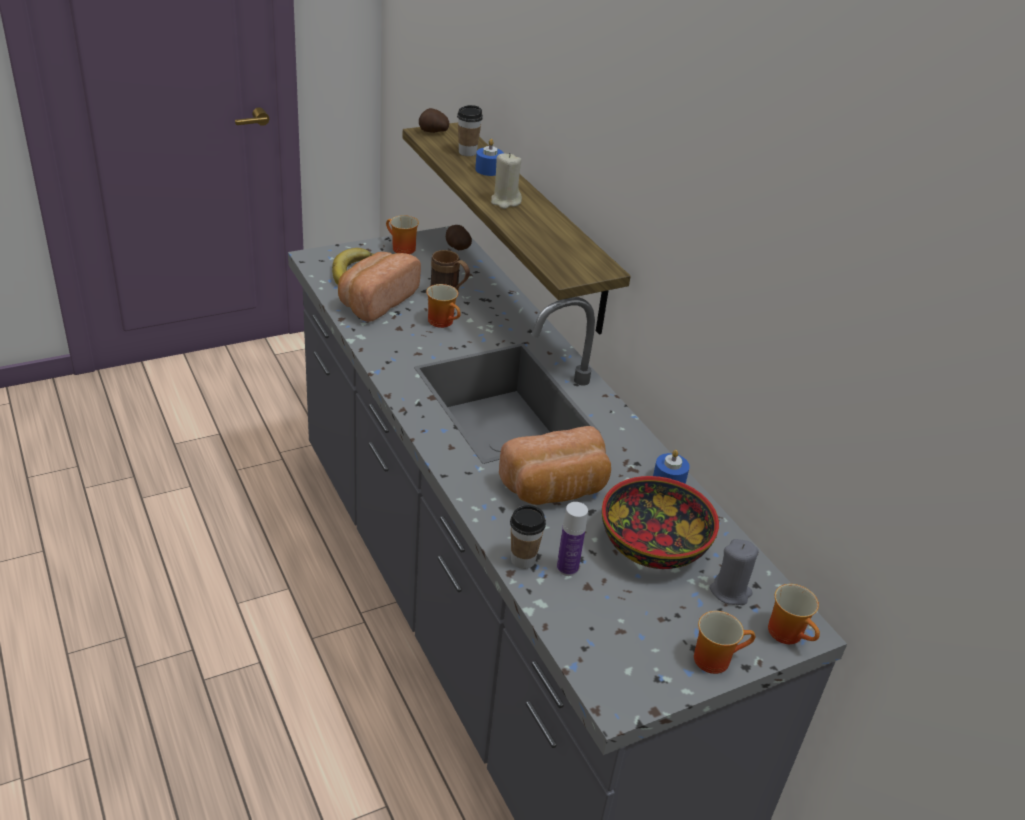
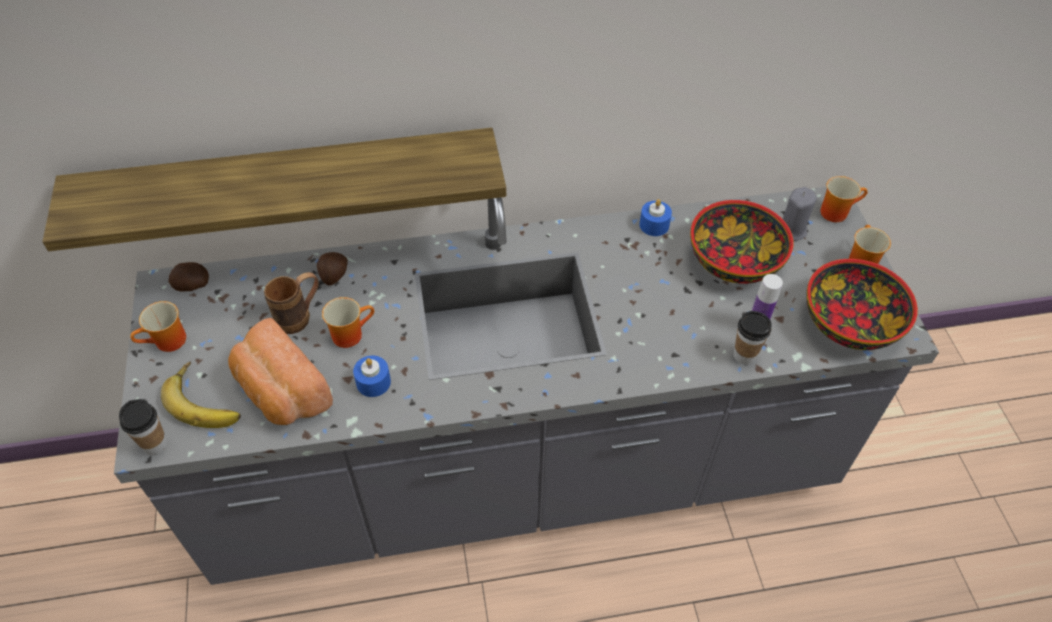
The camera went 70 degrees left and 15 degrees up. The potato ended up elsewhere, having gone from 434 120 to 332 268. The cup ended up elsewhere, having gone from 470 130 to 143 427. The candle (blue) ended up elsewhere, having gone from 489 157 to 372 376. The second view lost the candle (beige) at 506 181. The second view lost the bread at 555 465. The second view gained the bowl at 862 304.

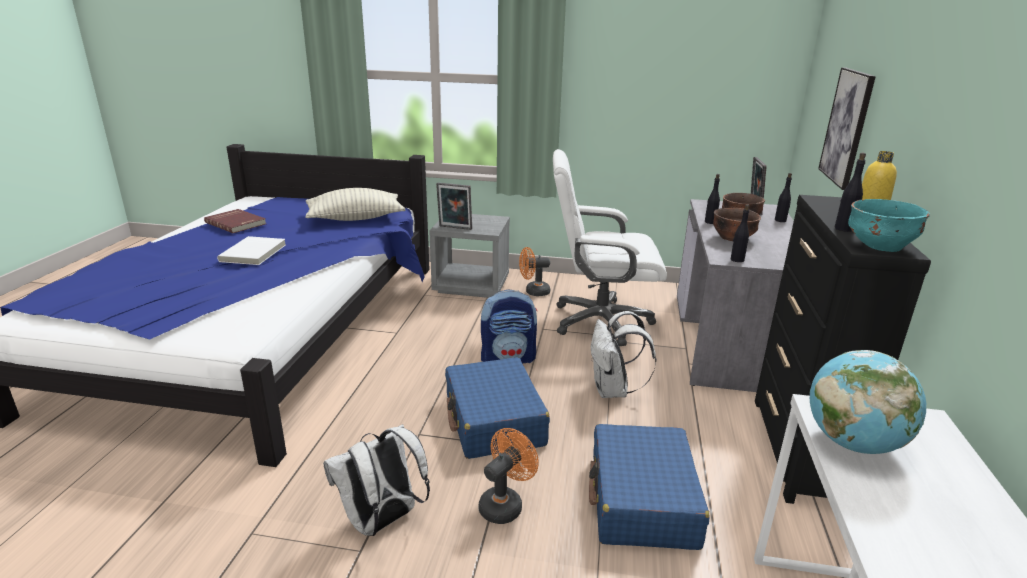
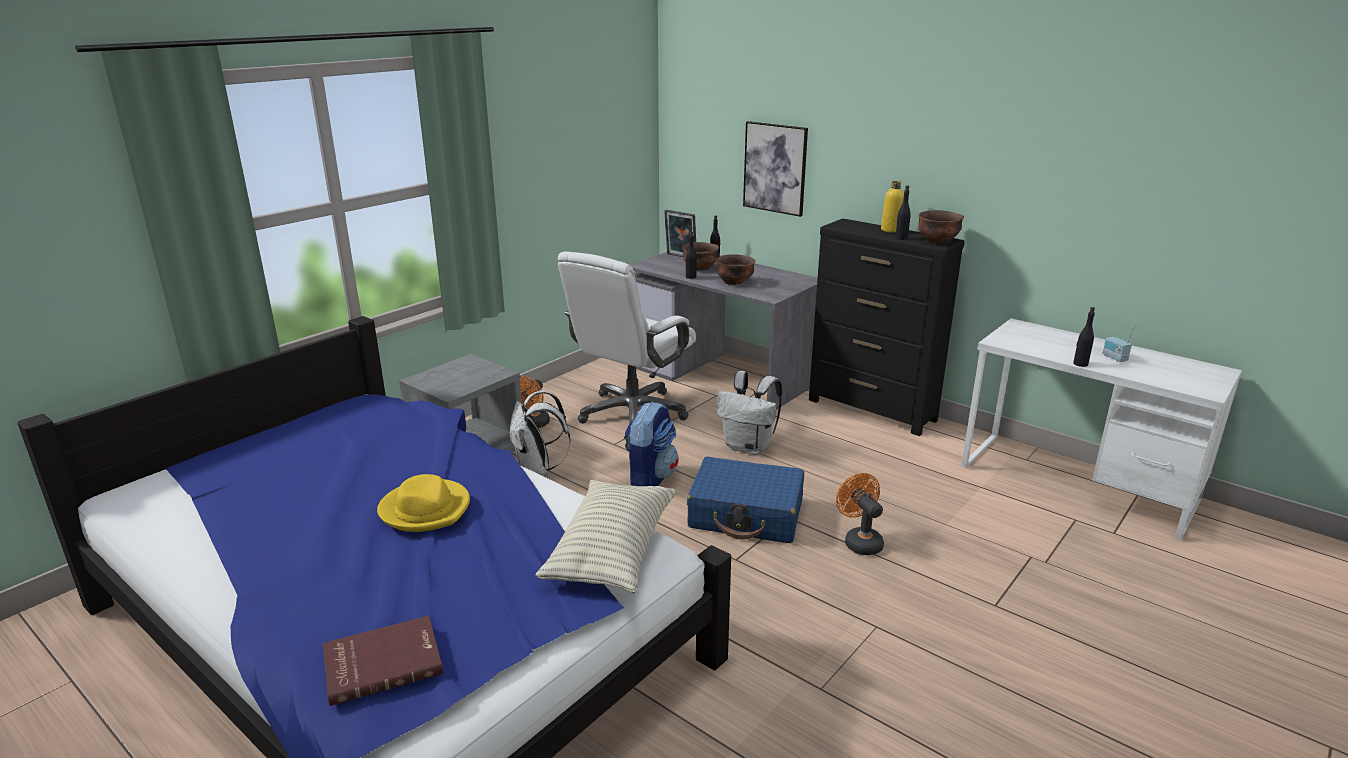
The camera went 60 degrees left and 0 degrees up. The book (red) ended up elsewhere, having gone from 235 221 to 383 660. Where the book (white) stood at 251 250, the hat (yellow) came to stand at 423 503. The pillow ended up elsewhere, having gone from 355 204 to 606 537. The backpack (white) ended up elsewhere, having gone from 376 480 to 540 432. The second view lost the picture frame at 454 206. The second view lost the suitcase (blue) at 649 487. The bottle (black) ended up elsewhere, having gone from 740 233 to 1084 337. The second view lost the globe at 868 402. What was the bowl (turquoise) at 889 225 turned into the bowl (brown) at 941 226. The second view gained the radio at 1119 343.

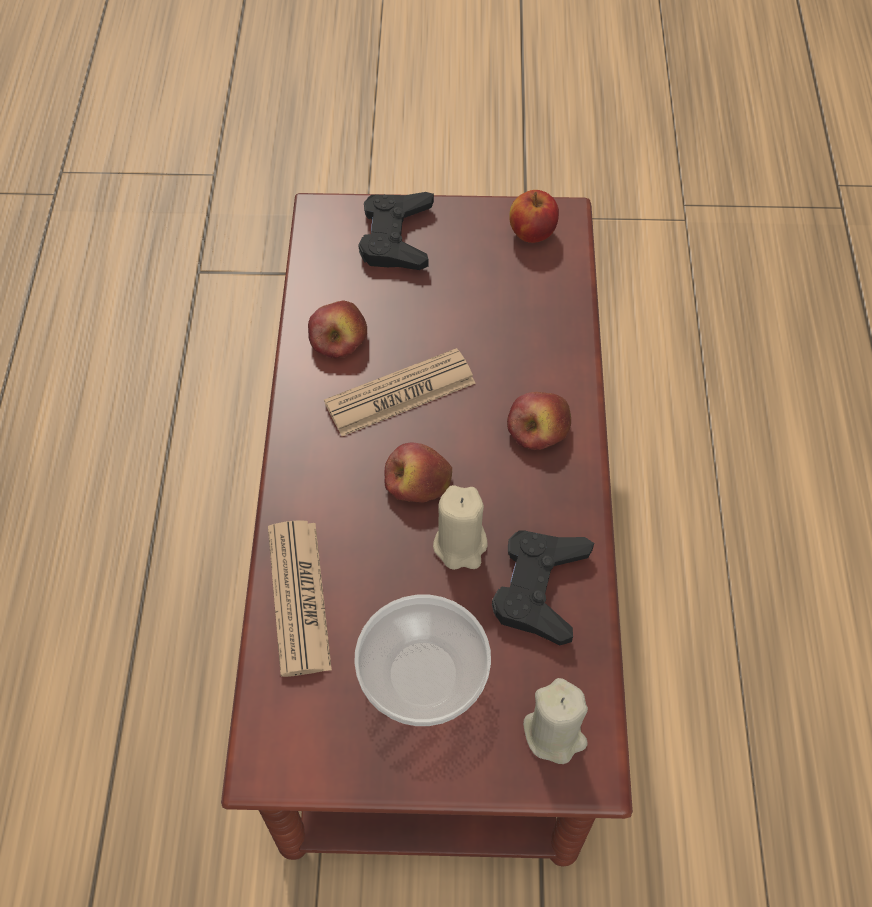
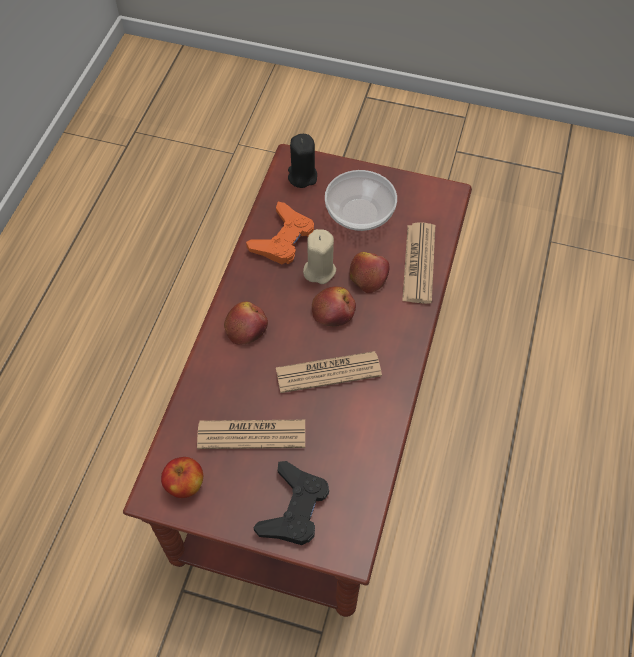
The camera went 165 degrees left and 0 degrees up. The apple ended up elsewhere, having gone from 337 329 to 369 272. What was the game controller (black) at 543 588 turned into the game controller (orange) at 280 233. What was the candle (beige) at 555 721 turned into the candle (black) at 302 161. The second view gained the newspaper at 251 434.

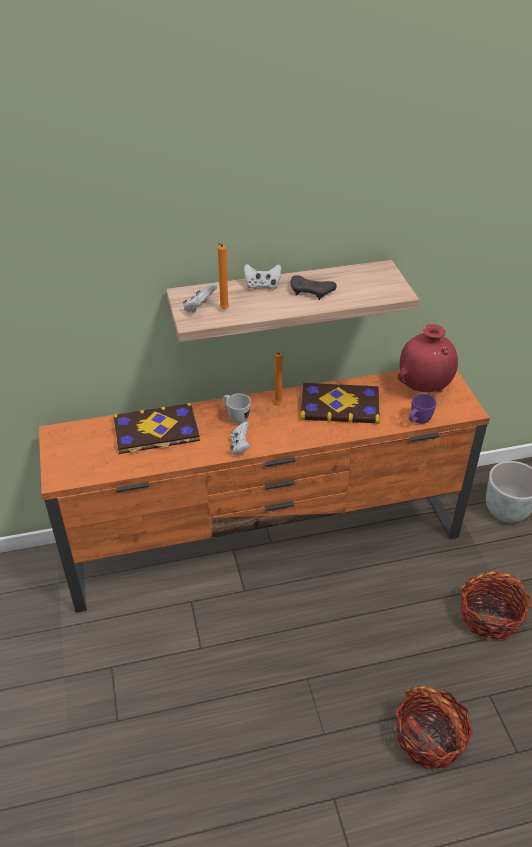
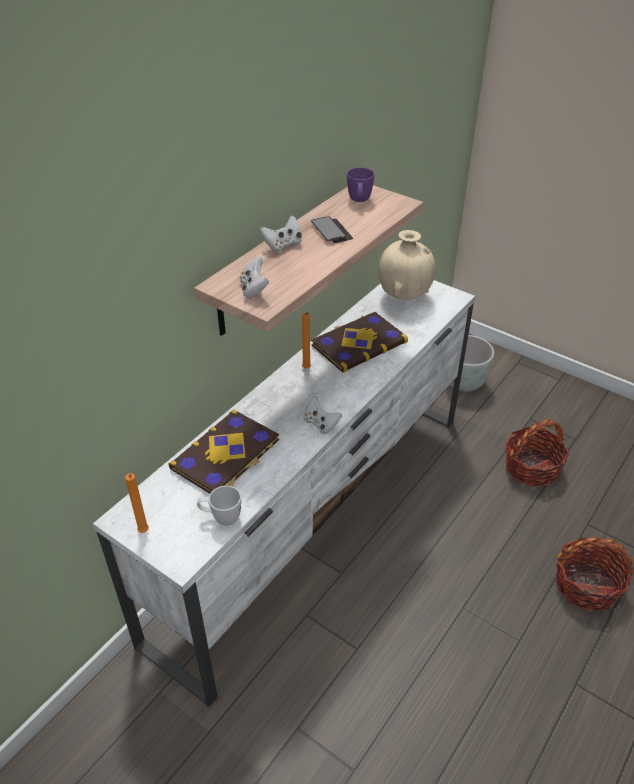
The camera went 40 degrees left and 0 degrees up. What was the tv stand (orange) at 264 491 turned into the tv stand (white) at 284 493. The candle (orange) ended up elsewhere, having gone from 223 276 to 137 503. The mug (white) ended up elsewhere, having gone from 237 409 to 219 506. Where the game controller (grey) stood at 314 287, the phone came to stand at 332 229. What was the vase (red) at 428 358 turned into the vase (beige) at 407 265. The mug (purple) ended up elsewhere, having gone from 423 408 to 361 184.

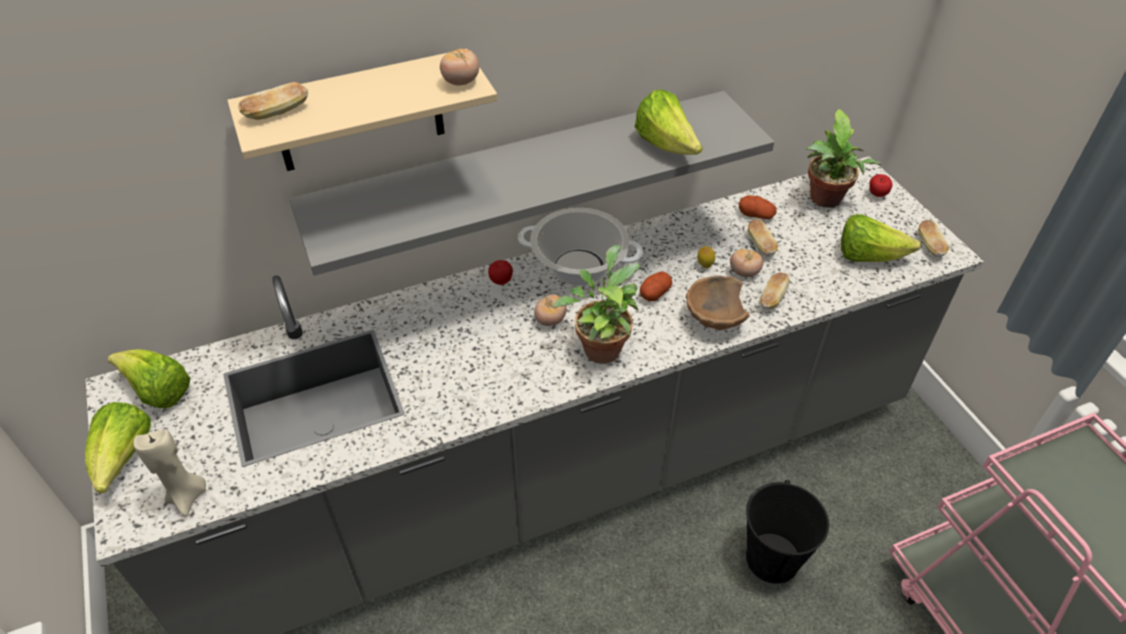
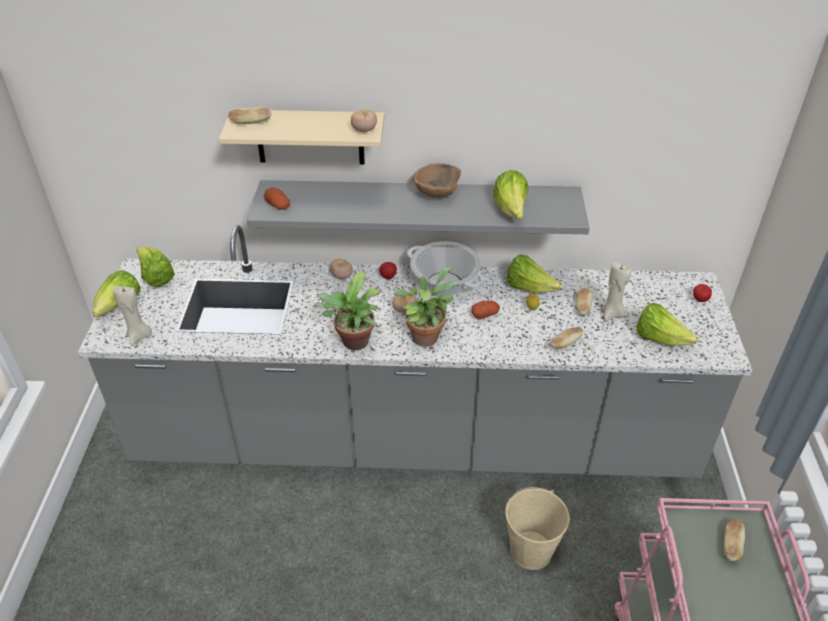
The camera went 25 degrees right and 5 degrees down. The bowl (brown) ended up elsewhere, having gone from 718 302 to 437 180. The tomato ended up elsewhere, having gone from 746 263 to 341 269. The potato ended up elsewhere, having gone from 758 207 to 277 198. What was the bucket (black) at 787 532 turned into the bucket (beige) at 537 528. The potted plant ended up elsewhere, having gone from 843 158 to 346 311. The bread ended up elsewhere, having gone from 933 238 to 734 540. The second view gained the lettuce at 534 274. The second view gained the candle (beige) at 616 291.

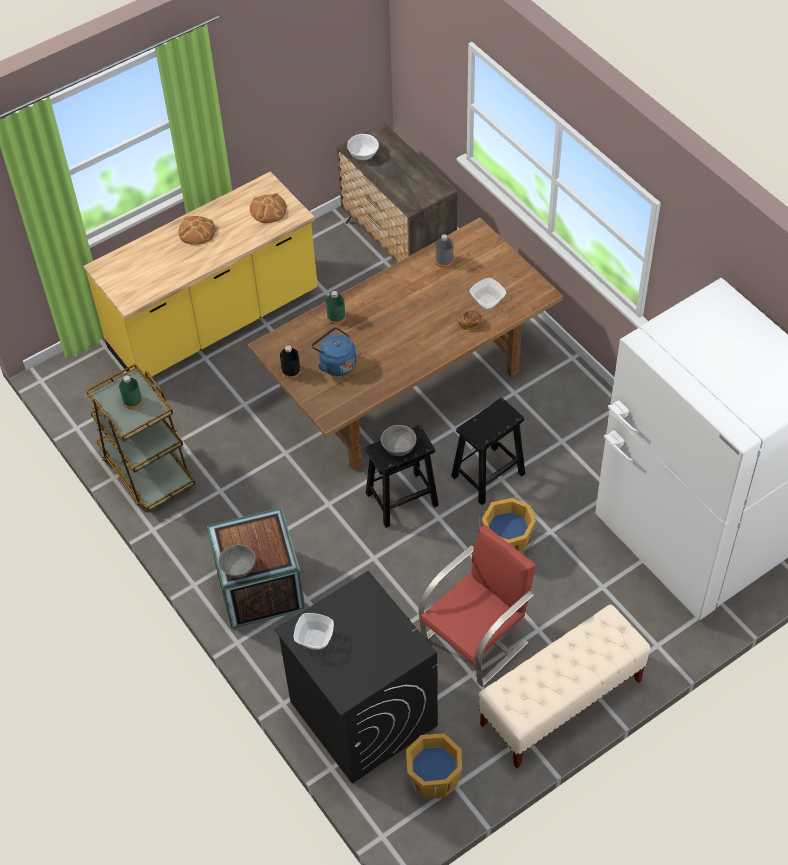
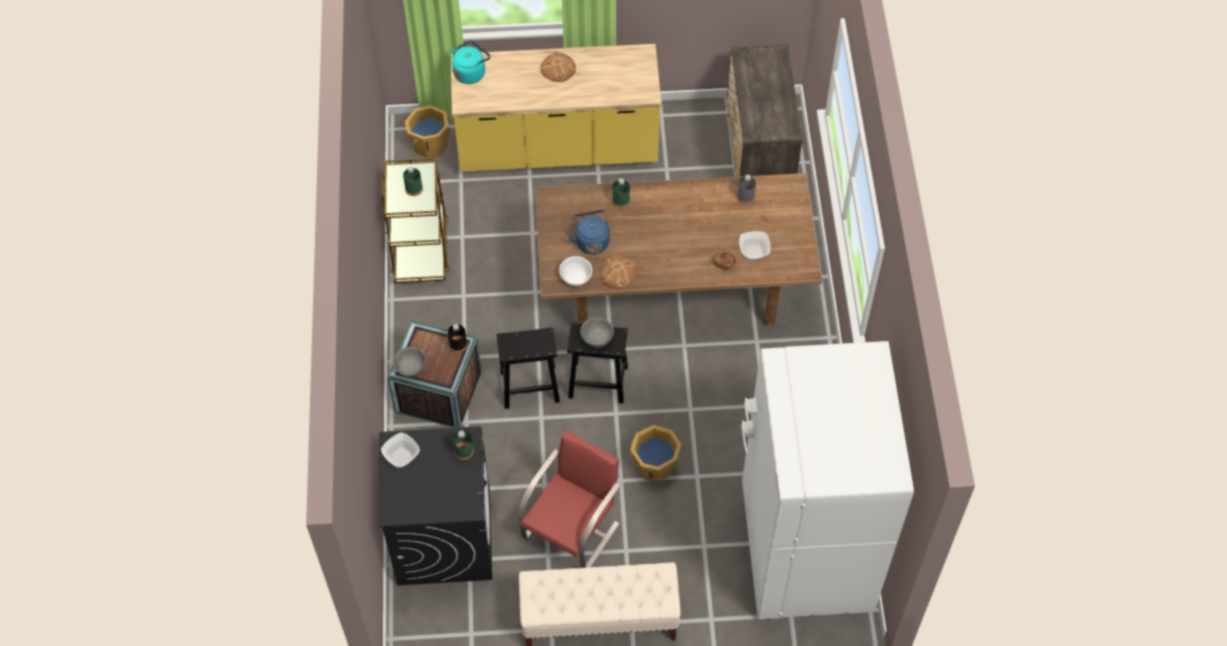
The camera went 30 degrees right and 5 degrees up. The bread ended up elsewhere, having gone from 268 208 to 618 272. The bottle (black) ended up elsewhere, having gone from 290 362 to 457 338. The bowl (white) ended up elsewhere, having gone from 363 147 to 575 271. The bucket (orange) ended up elsewhere, having gone from 434 765 to 427 131. The chair (red) at 477 606 ended up facing another way, 45 degrees counterclockwise from before. The stool (black) ended up elsewhere, having gone from 488 451 to 528 368. The second view gained the kettle (turquoise) at 471 62. The second view gained the bottle (green) at 463 445.

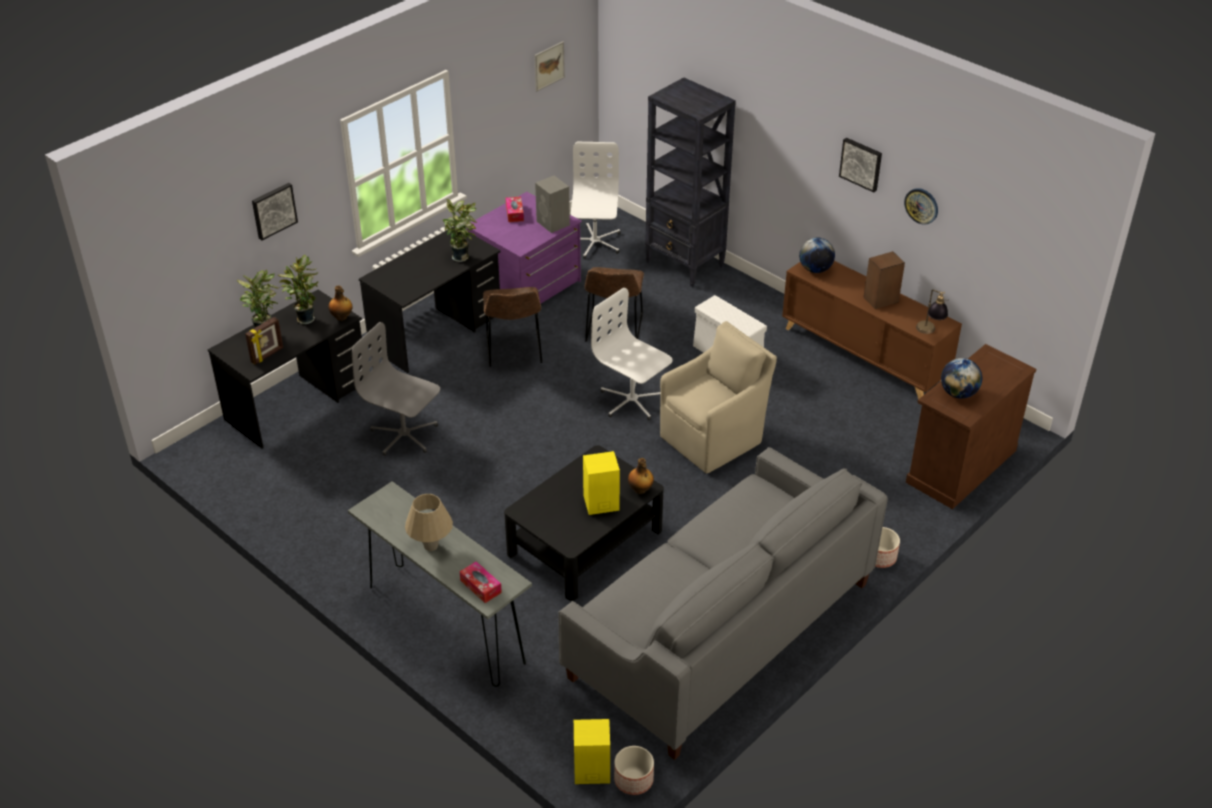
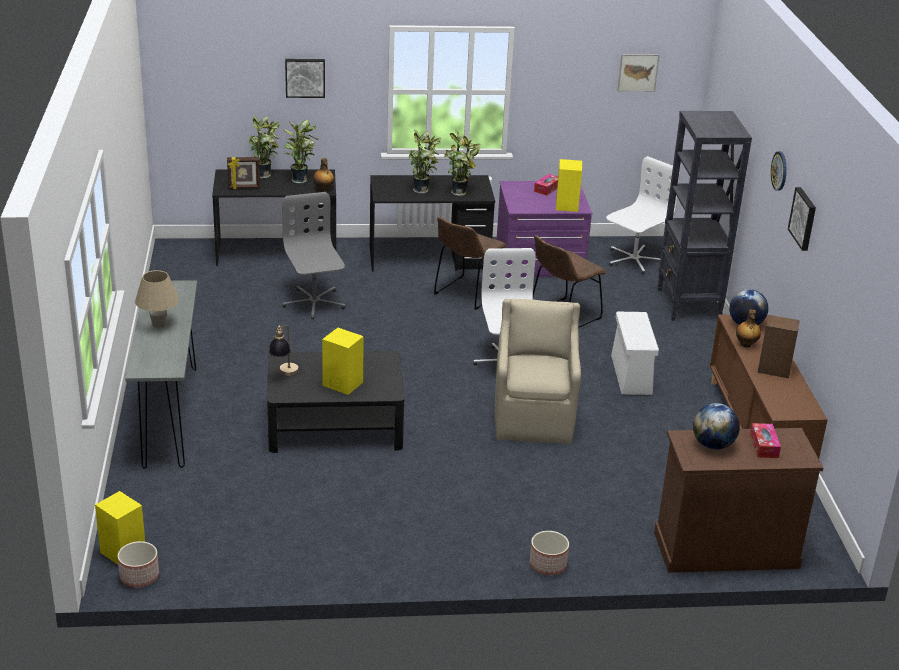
The camera went 40 degrees right and 10 degrees down. The tissue box ended up elsewhere, having gone from 481 582 to 765 440. What was the speaker (grey) at 552 204 turned into the speaker (yellow) at 569 185. The second view lost the sofa (grey) at 723 603. The bottle ended up elsewhere, having gone from 641 476 to 748 328. The armchair (beige) at 718 397 ended up facing another way, 90 degrees counterclockwise from before. The wall clock ended up elsewhere, having gone from 921 206 to 779 171. The table lamp ended up elsewhere, having gone from 932 312 to 284 350. The second view gained the potted plant at 425 161.

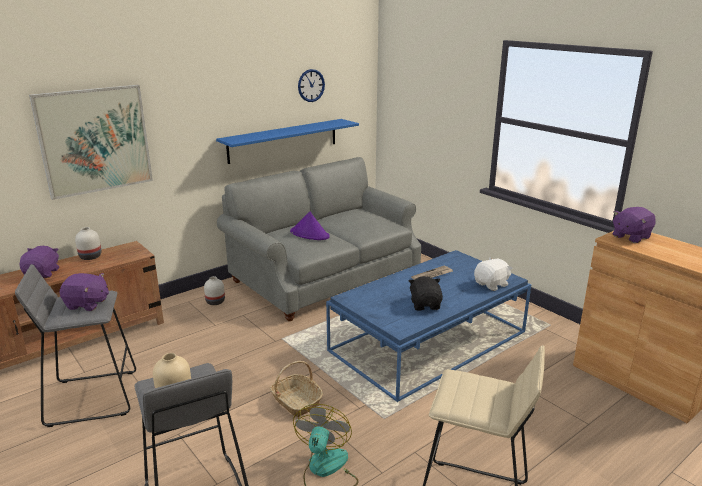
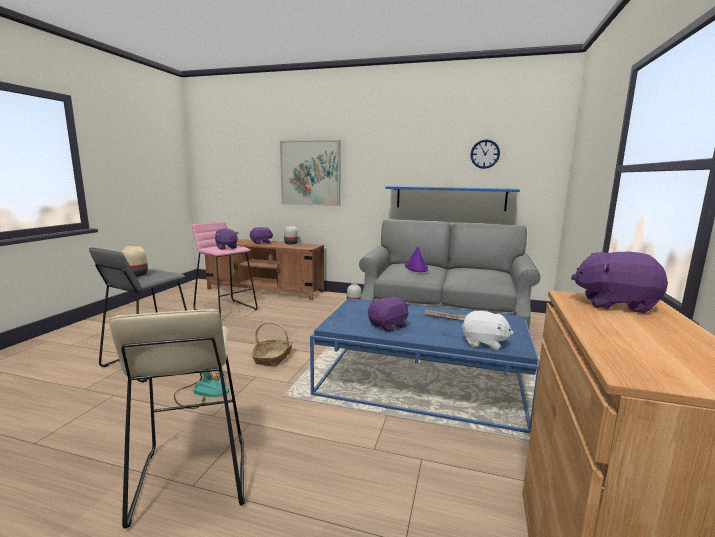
The camera went 55 degrees right and 10 degrees down. What was the stool (grey) at 75 345 turned into the stool (pink) at 225 269. What was the plush toy (black) at 425 293 turned into the plush toy (purple) at 389 314.

